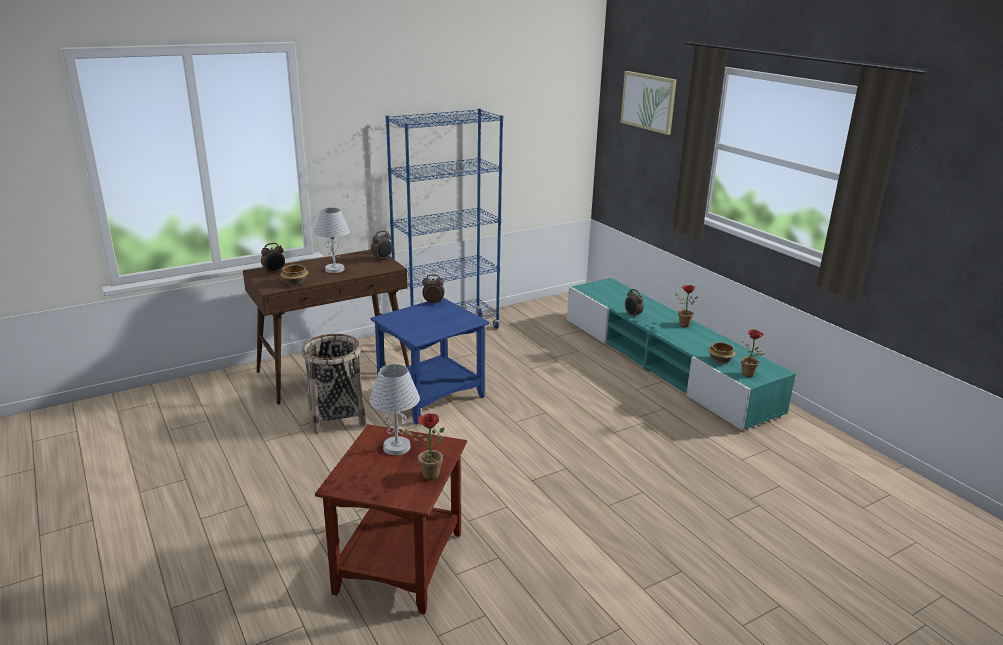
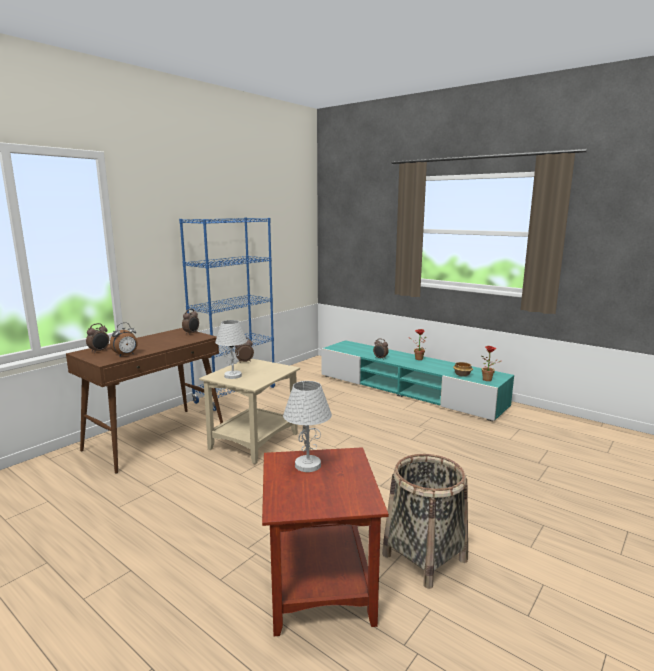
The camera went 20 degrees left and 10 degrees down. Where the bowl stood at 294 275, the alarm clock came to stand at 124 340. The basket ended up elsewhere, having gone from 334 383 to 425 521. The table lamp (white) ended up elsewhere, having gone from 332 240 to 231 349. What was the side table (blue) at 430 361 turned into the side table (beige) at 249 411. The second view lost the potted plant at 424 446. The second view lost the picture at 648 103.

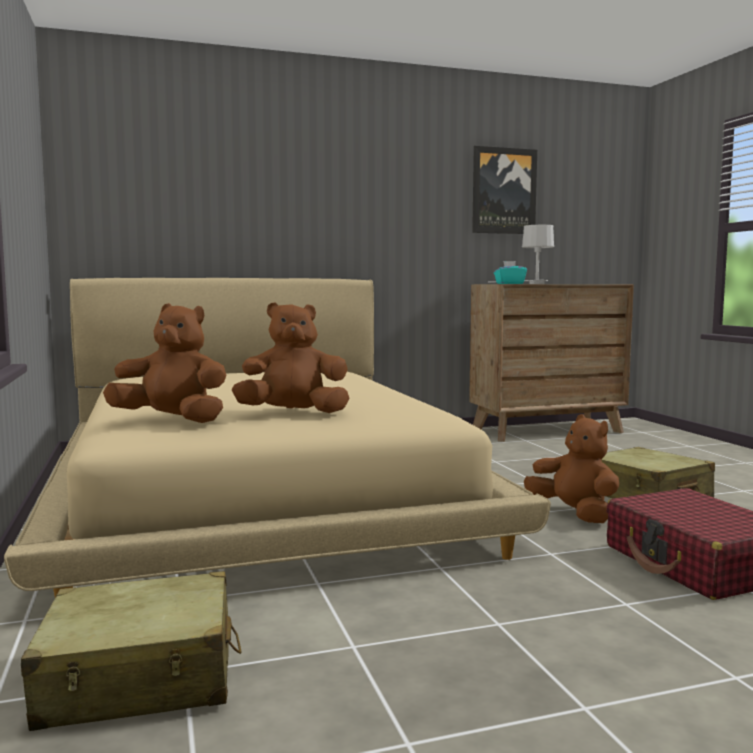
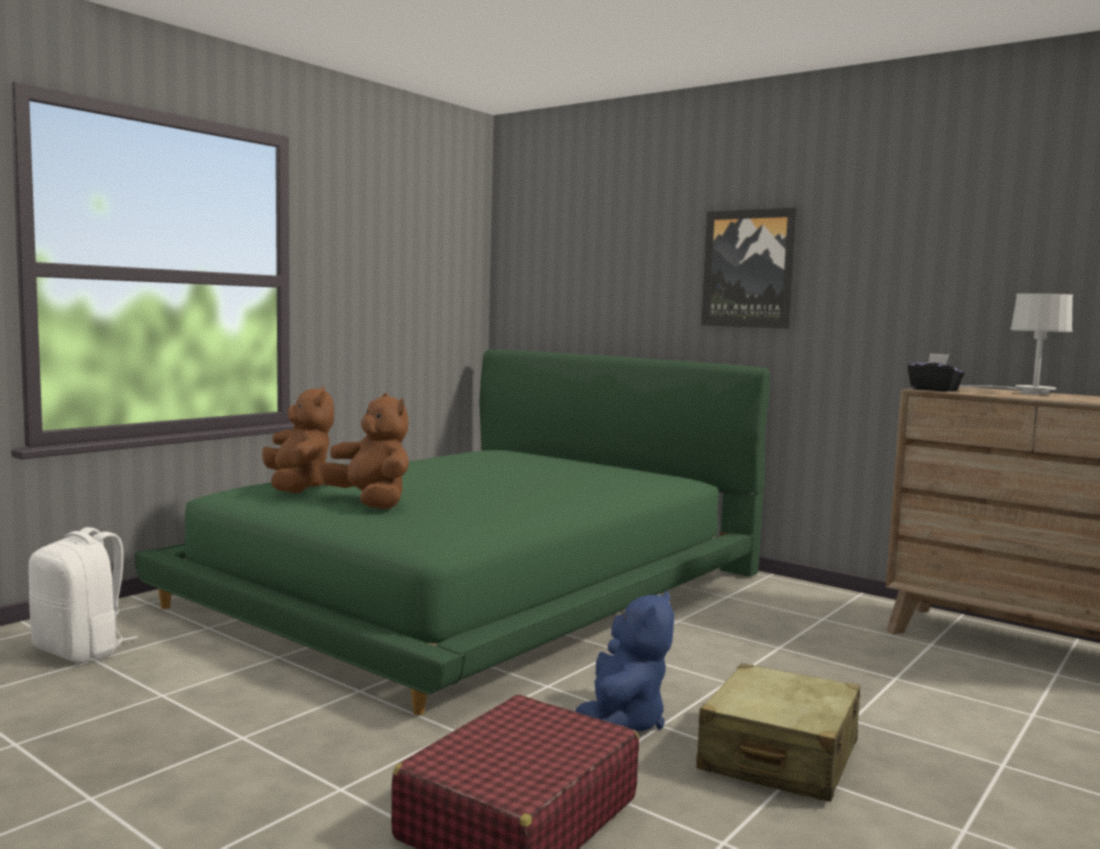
The camera went 55 degrees right and 0 degrees up. What was the bed (beige) at 277 438 turned into the bed (green) at 452 532. Where the suitcase (beige) stood at 131 651, the backpack (white) came to stand at 83 595. The picture ended up elsewhere, having gone from 504 190 to 749 268. What was the tissue box (turquoise) at 510 272 turned into the tissue box (black) at 936 372. What was the plush toy (brown) at 571 468 turned into the plush toy (blue) at 624 661.

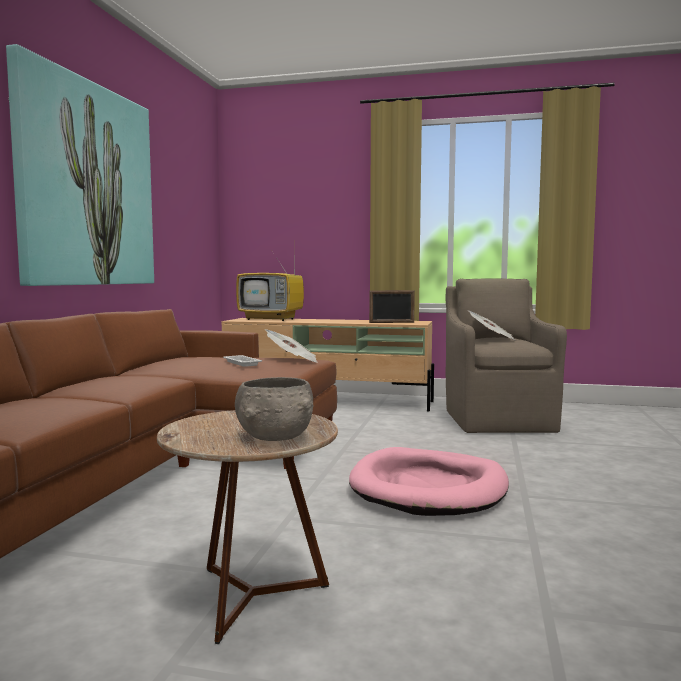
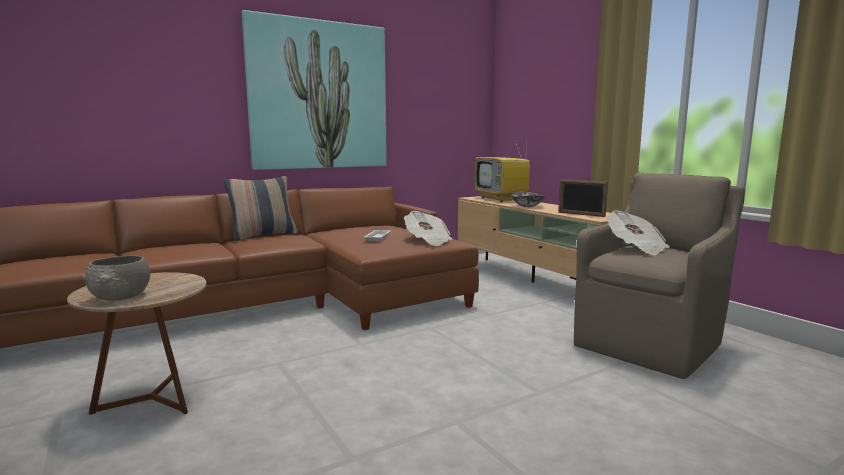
The camera went 45 degrees right and 5 degrees up. The second view lost the dog bed (pink) at 429 481. The second view gained the pillow at 261 208. The second view gained the bowl at 528 199.

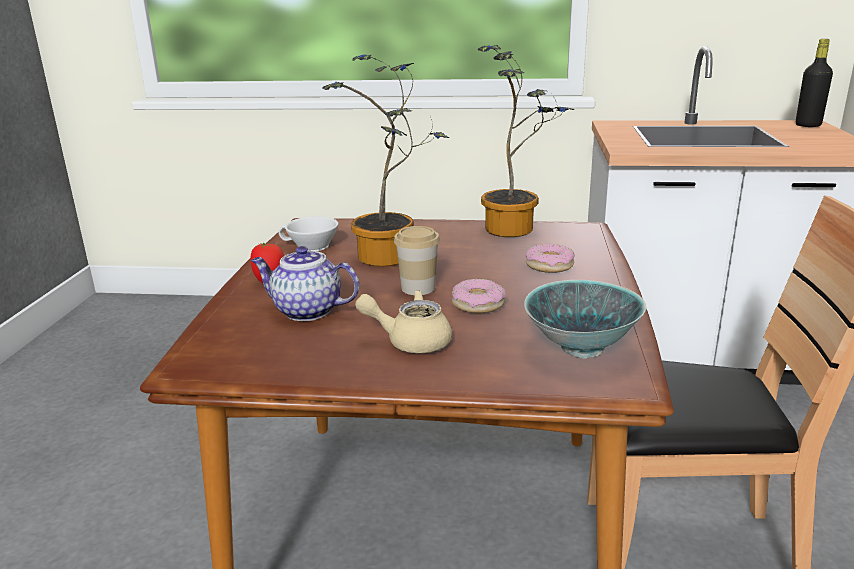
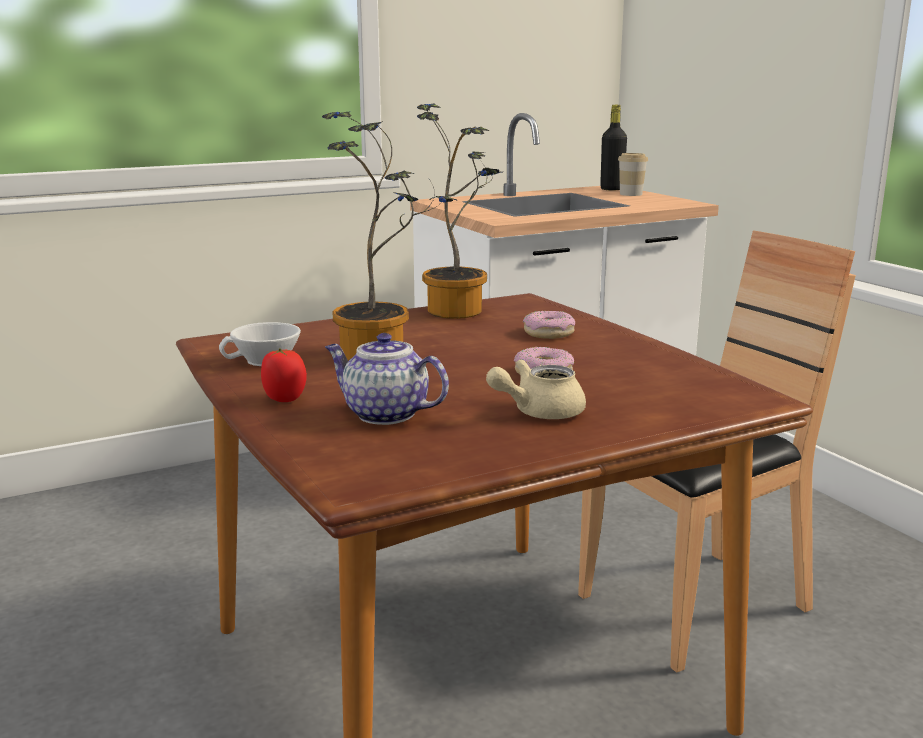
The camera went 35 degrees left and 5 degrees down. The teapot at 305 283 ended up facing another way, 45 degrees clockwise from before. The cup ended up elsewhere, having gone from 417 260 to 633 174. The second view lost the bowl at 585 319.

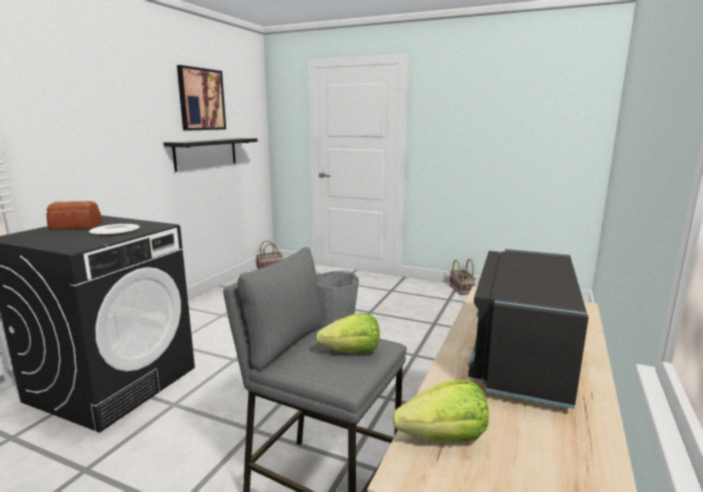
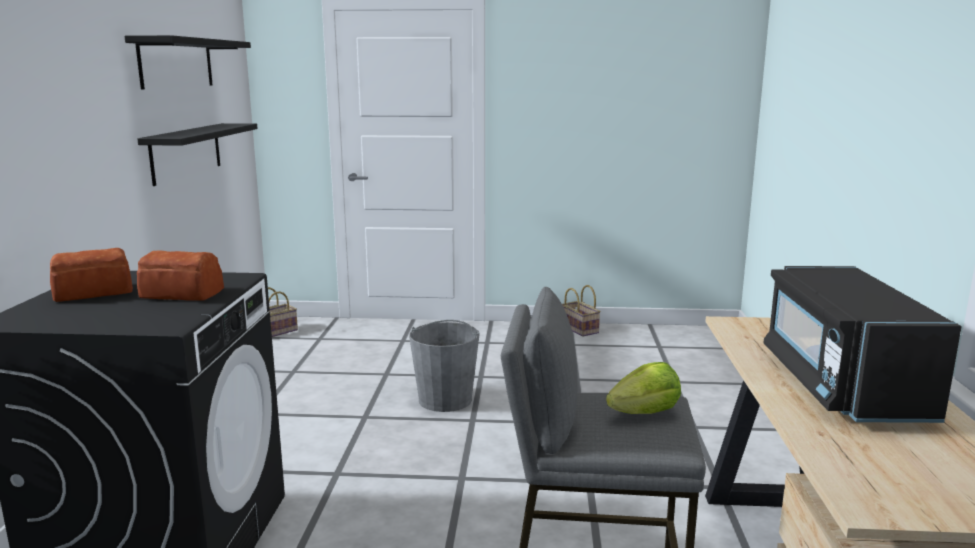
The camera went 20 degrees left and 0 degrees up. Where the plate stood at 114 230, the bread came to stand at 180 276. Where the picture hung at 201 98, the shelf (black) came to hang at 187 62. The second view lost the lettuce at 440 411.

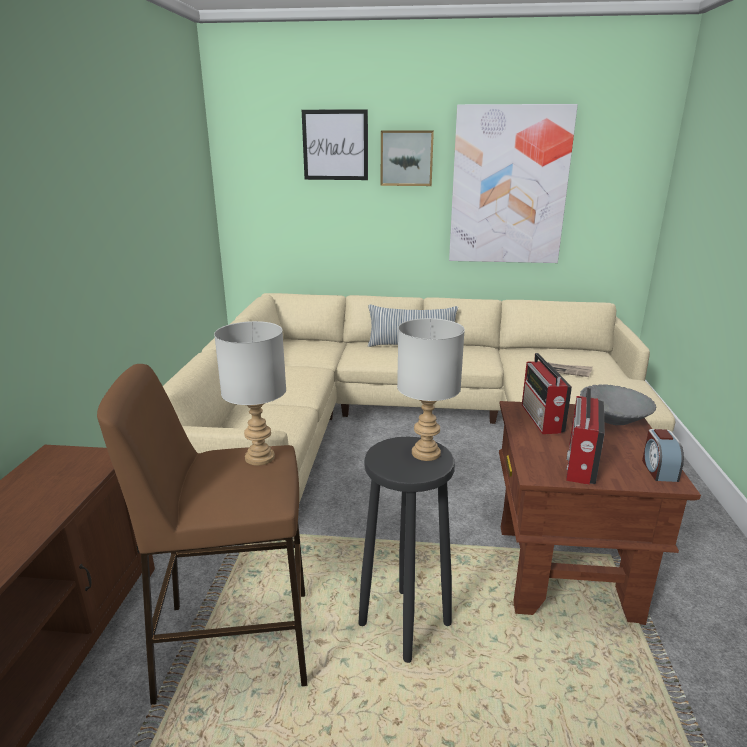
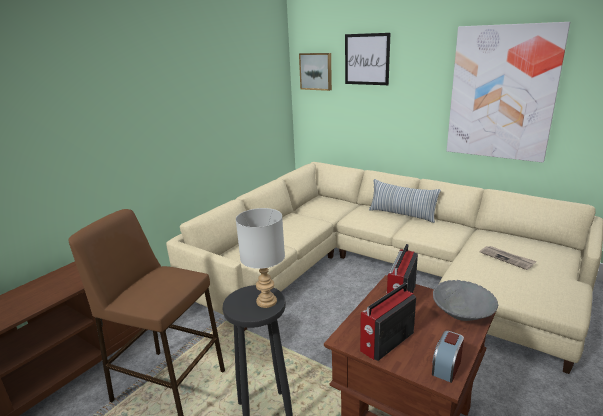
The camera went 30 degrees right and 0 degrees up. The second view lost the table lamp (grey) at 250 393. The picture ended up elsewhere, having gone from 407 158 to 315 72.

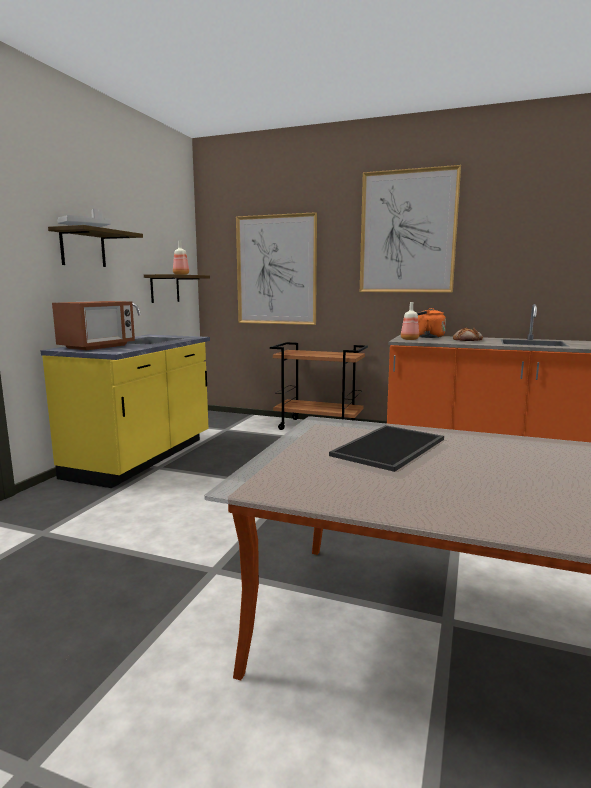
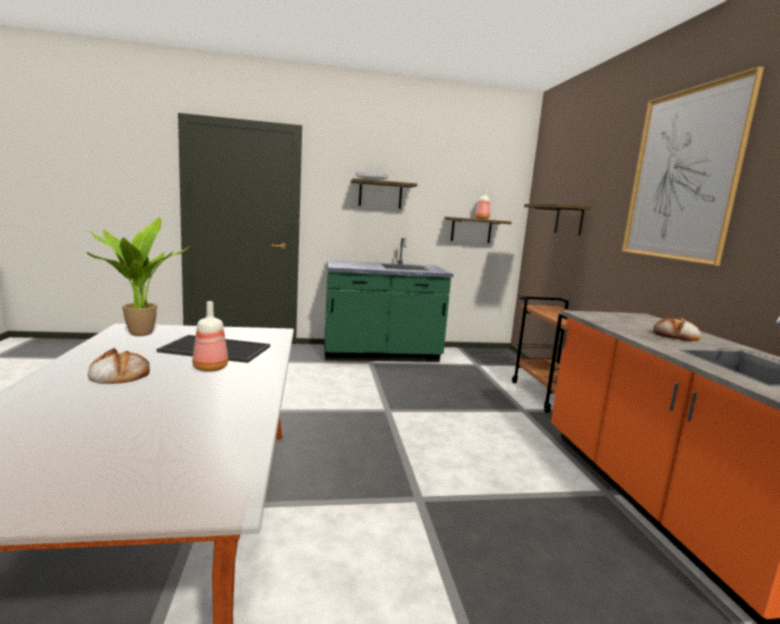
The camera went 60 degrees right and 0 degrees up. What was the counter (yellow) at 125 395 turned into the counter (green) at 389 299. The second view lost the microwave at 93 325. Where the picture hung at 276 268, the shelf came to hang at 557 220. The bottle ended up elsewhere, having gone from 410 321 to 210 336. The second view lost the kettle (orange) at 431 323. The second view gained the potted plant at 138 276. The second view gained the bread at 119 366.

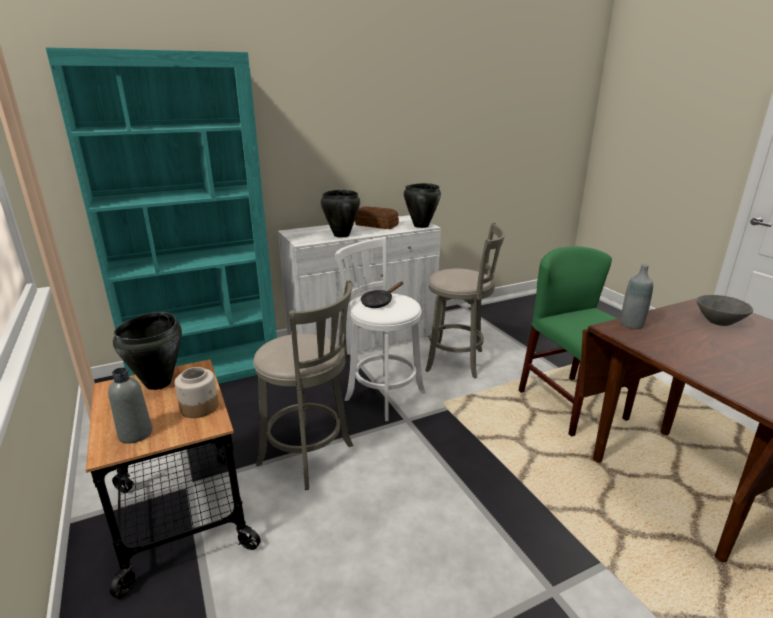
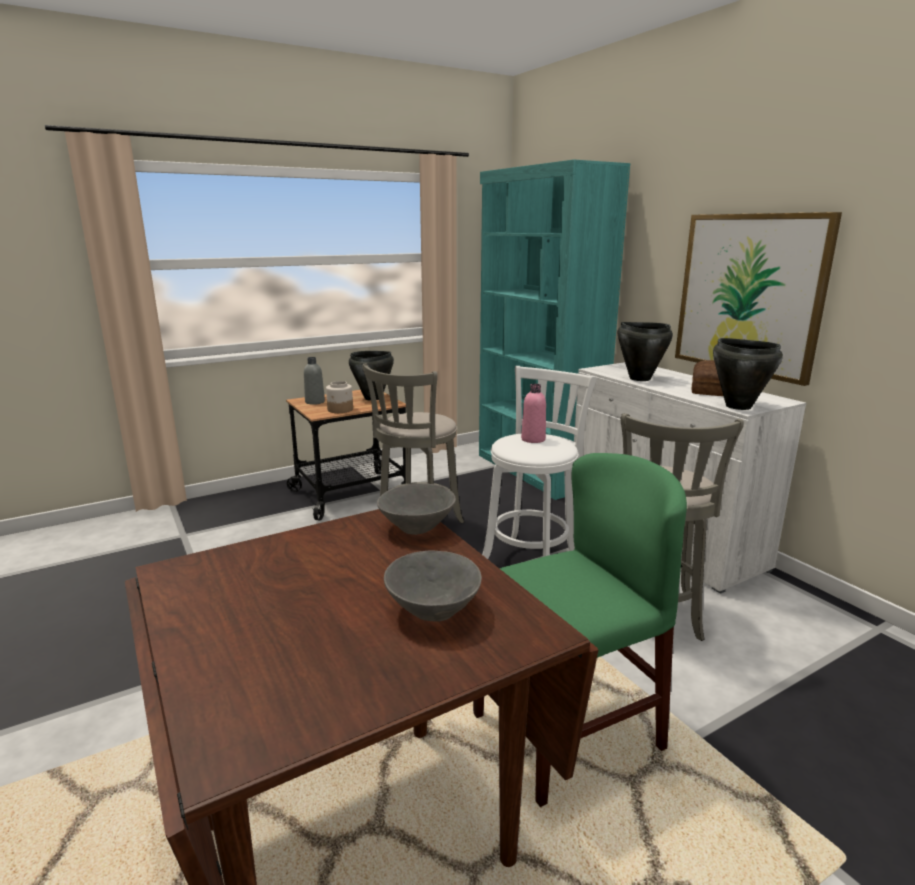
The camera went 85 degrees right and 5 degrees down. Where the frying pan (black) stood at 382 295, the bottle (pink) came to stand at 533 413. Where the bottle (grey) stood at 637 296, the bowl (grey) came to stand at 416 509. The second view gained the picture at 758 299.

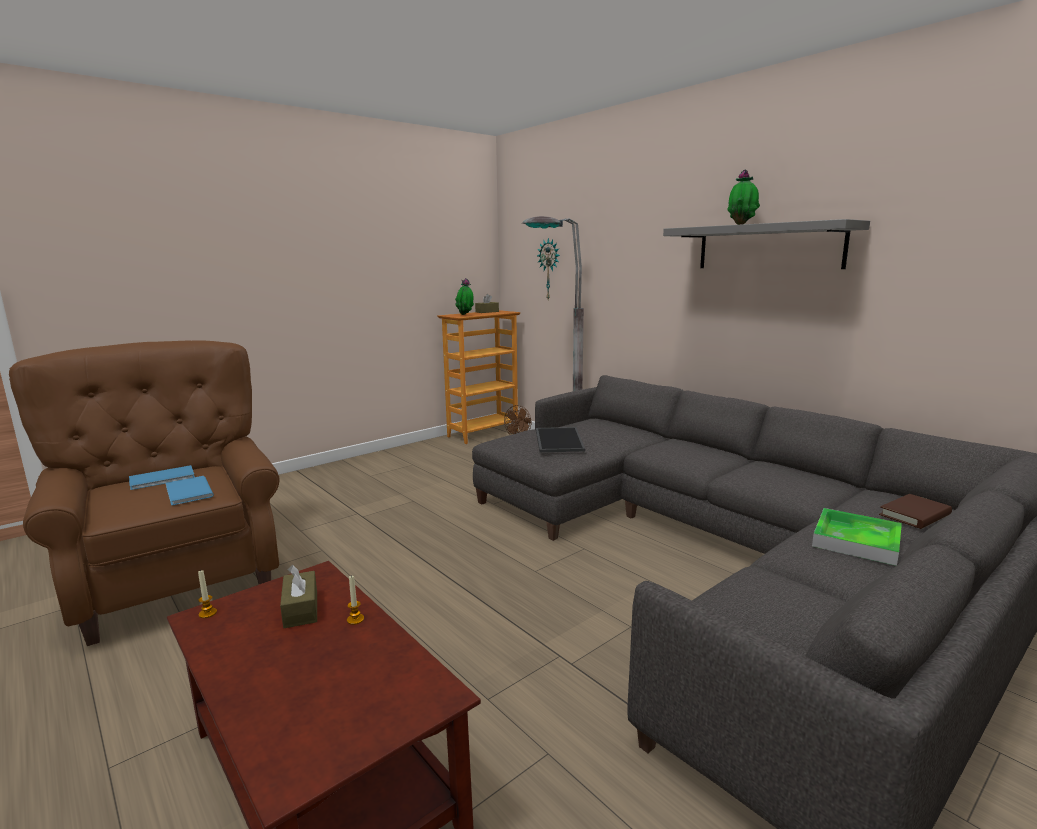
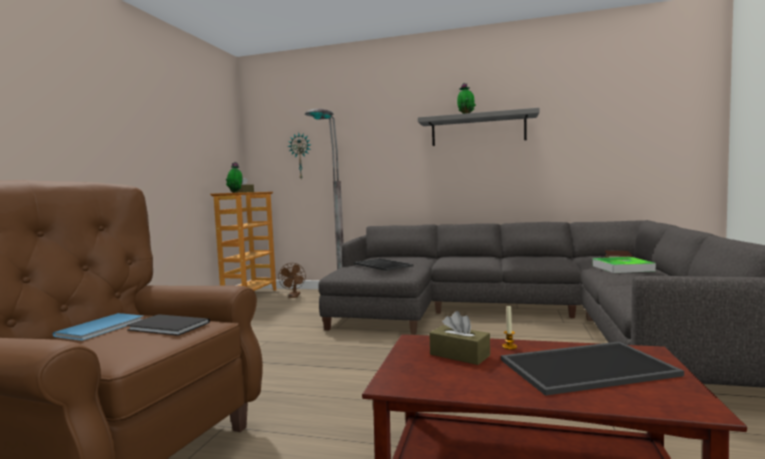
The camera went 35 degrees left and 10 degrees down. What was the book (blue) at 190 491 turned into the book (black) at 168 325. The second view lost the candle at 207 594. The second view gained the tray at 592 369.

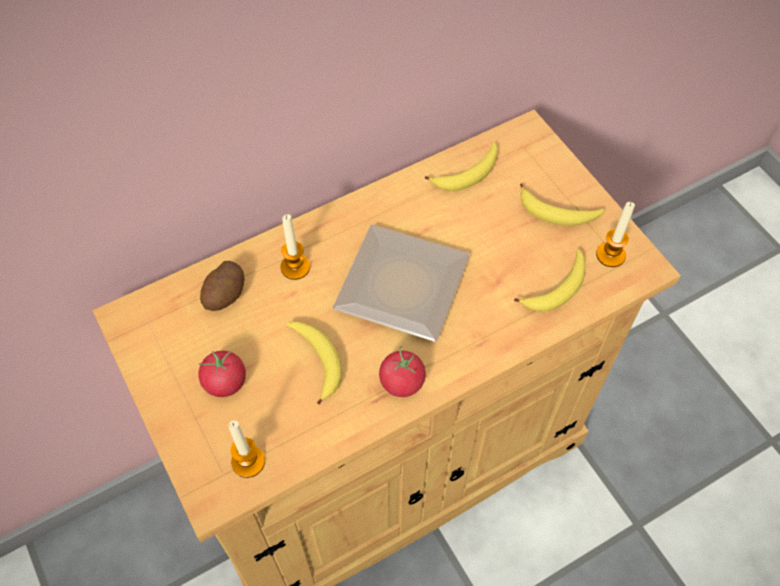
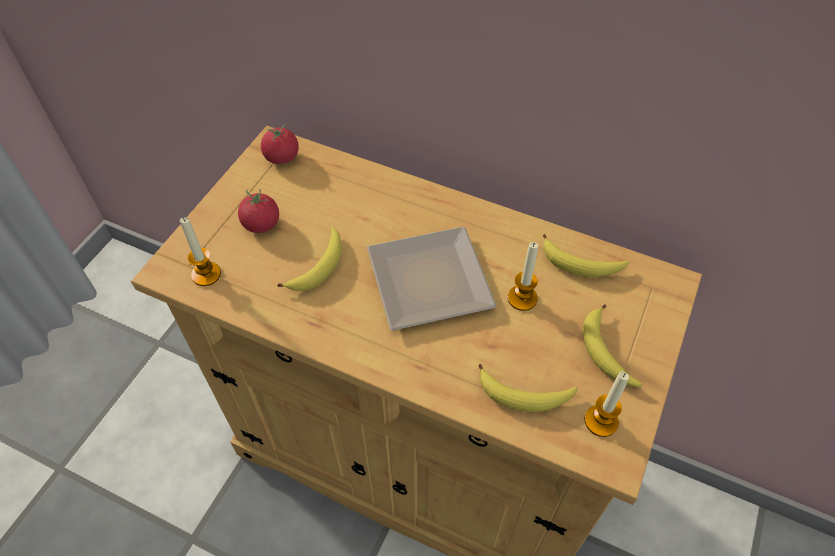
The camera went 55 degrees right and 5 degrees down. The second view lost the potato at 222 286. The candle ended up elsewhere, having gone from 295 247 to 523 276. The tomato ended up elsewhere, having gone from 402 371 to 280 144.

